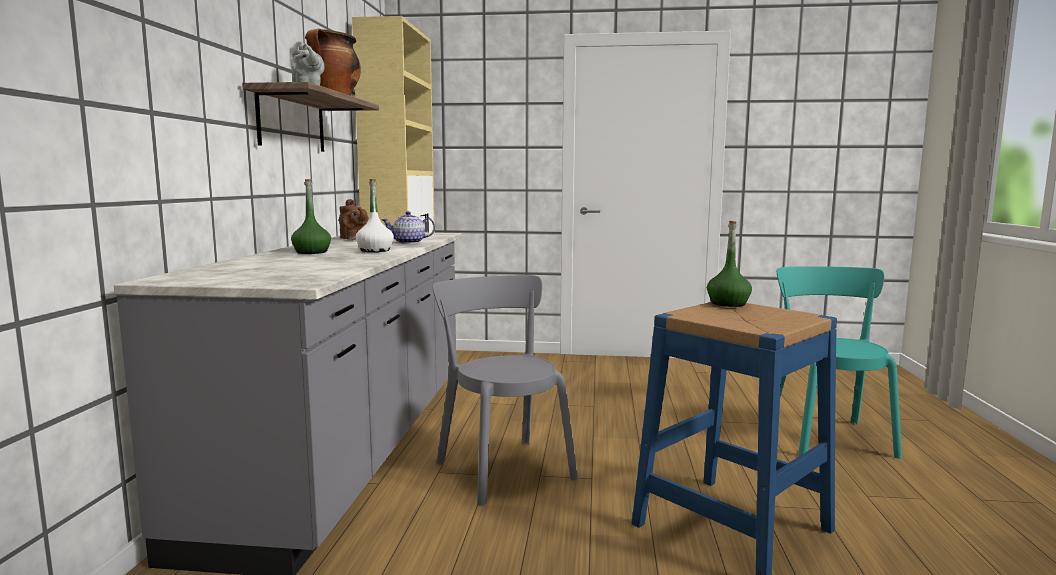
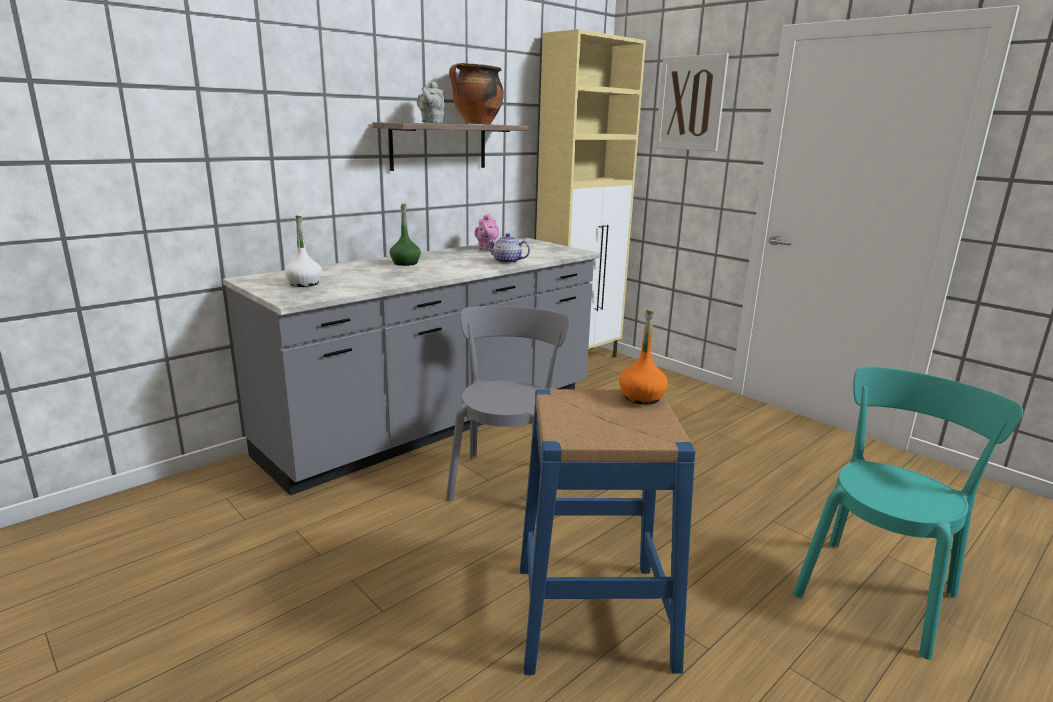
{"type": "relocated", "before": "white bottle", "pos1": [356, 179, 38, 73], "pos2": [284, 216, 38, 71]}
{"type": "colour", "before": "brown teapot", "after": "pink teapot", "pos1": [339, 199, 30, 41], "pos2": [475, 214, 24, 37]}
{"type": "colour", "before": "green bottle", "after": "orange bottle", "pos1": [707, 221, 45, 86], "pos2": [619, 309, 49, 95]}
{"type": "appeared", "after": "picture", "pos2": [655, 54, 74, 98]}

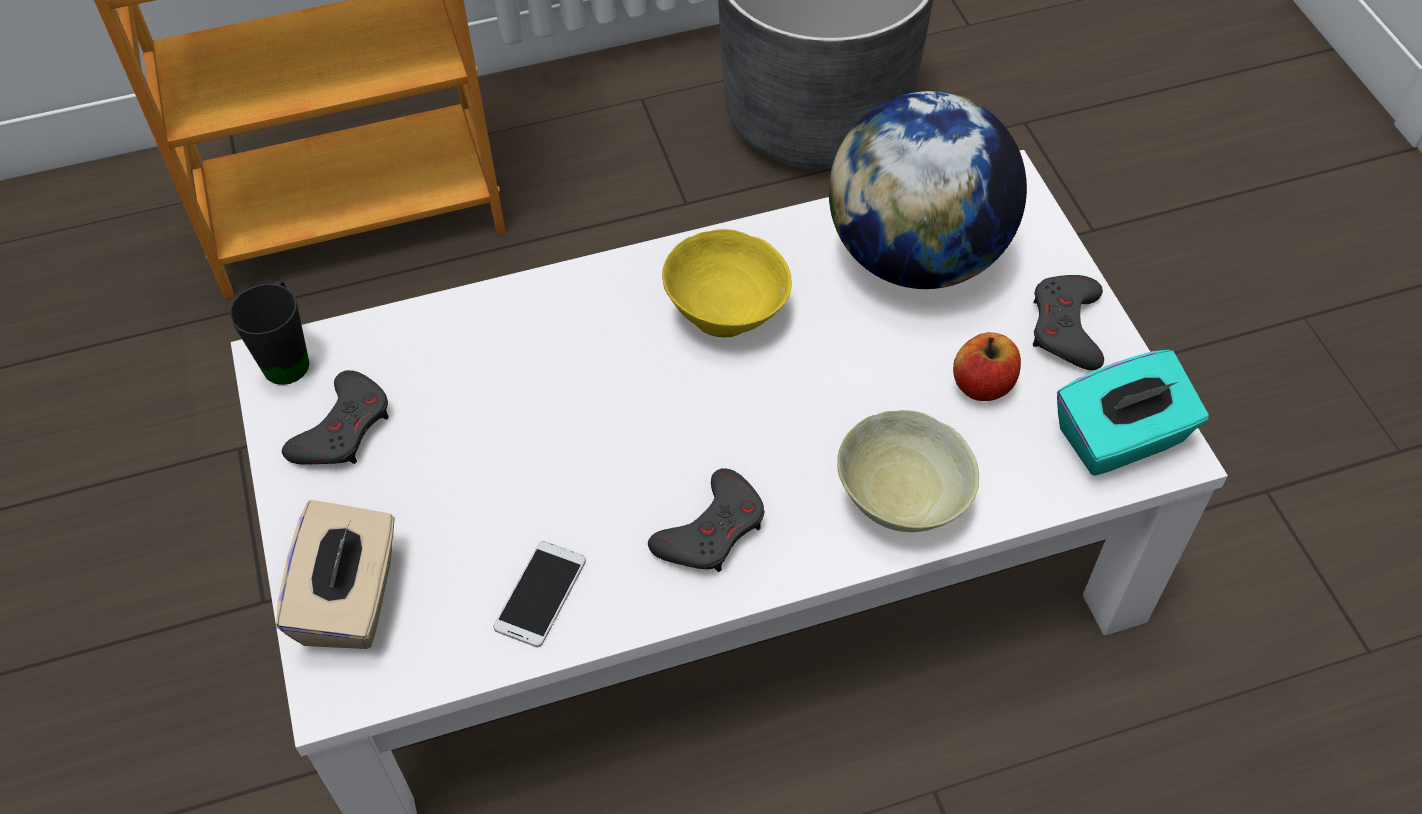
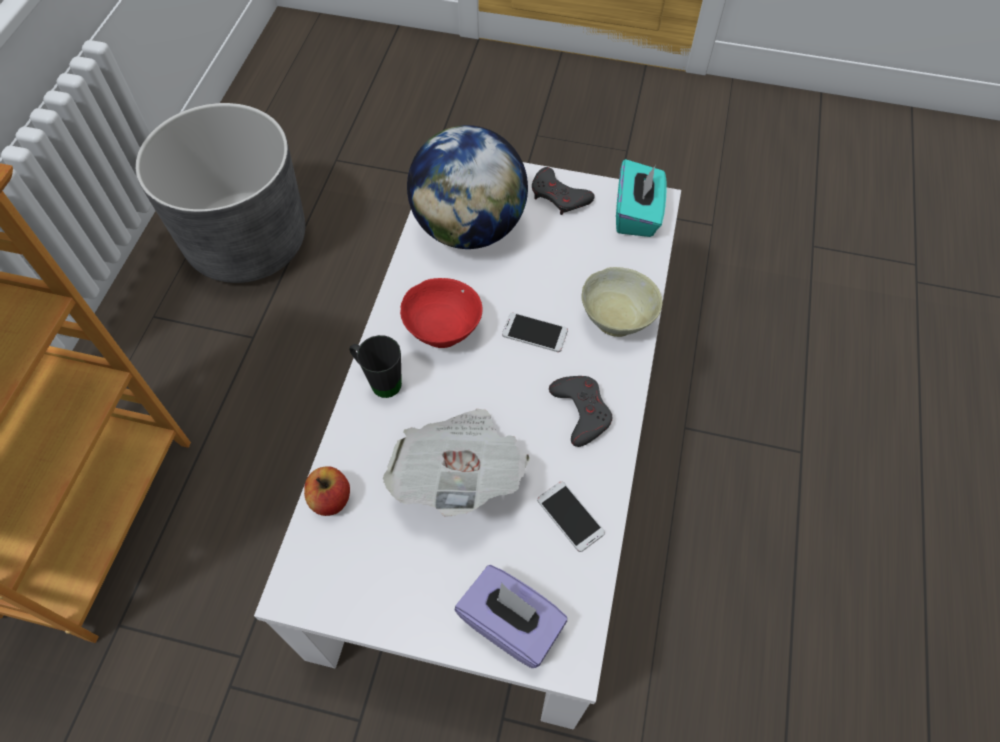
{"type": "colour", "before": "yellow bowl", "after": "red bowl", "pos1": [662, 229, 130, 108], "pos2": [400, 278, 83, 70]}
{"type": "relocated", "before": "black mug", "pos1": [230, 280, 79, 105], "pos2": [350, 335, 52, 63]}
{"type": "relocated", "before": "apple", "pos1": [953, 332, 68, 69], "pos2": [304, 466, 46, 50]}
{"type": "missing", "before": "grey game controller", "pos1": [282, 370, 107, 94]}
{"type": "colour", "before": "beige tissue box", "after": "purple tissue box", "pos1": [276, 500, 119, 149], "pos2": [454, 565, 113, 103]}
{"type": "appeared", "after": "phone", "pos2": [502, 313, 66, 39]}
{"type": "appeared", "after": "newspaper", "pos2": [383, 409, 147, 108]}

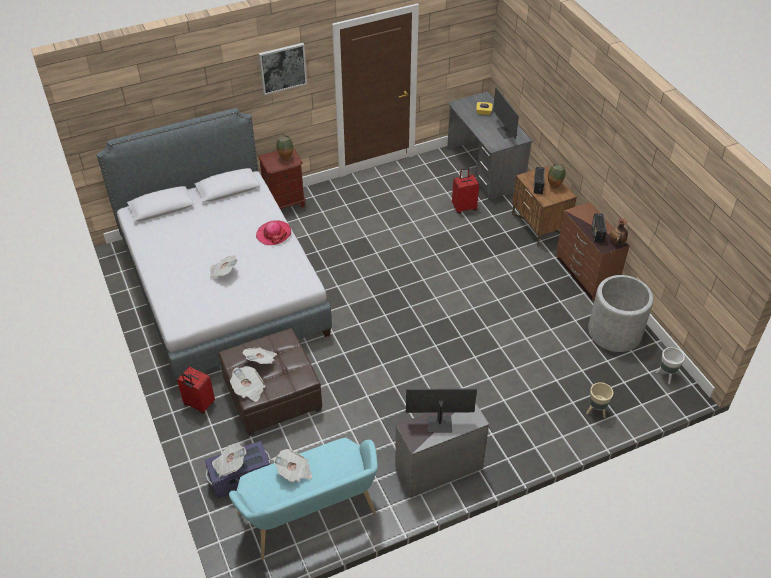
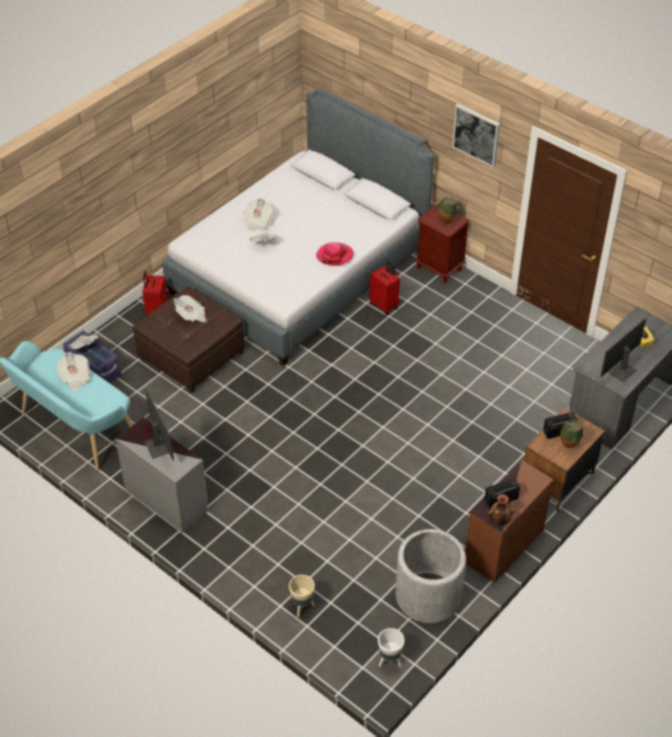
{"type": "relocated", "before": "red suitcase", "pos1": [452, 168, 27, 46], "pos2": [369, 261, 31, 54]}
{"type": "relocated", "before": "newspaper", "pos1": [230, 366, 35, 36], "pos2": [244, 198, 29, 33]}

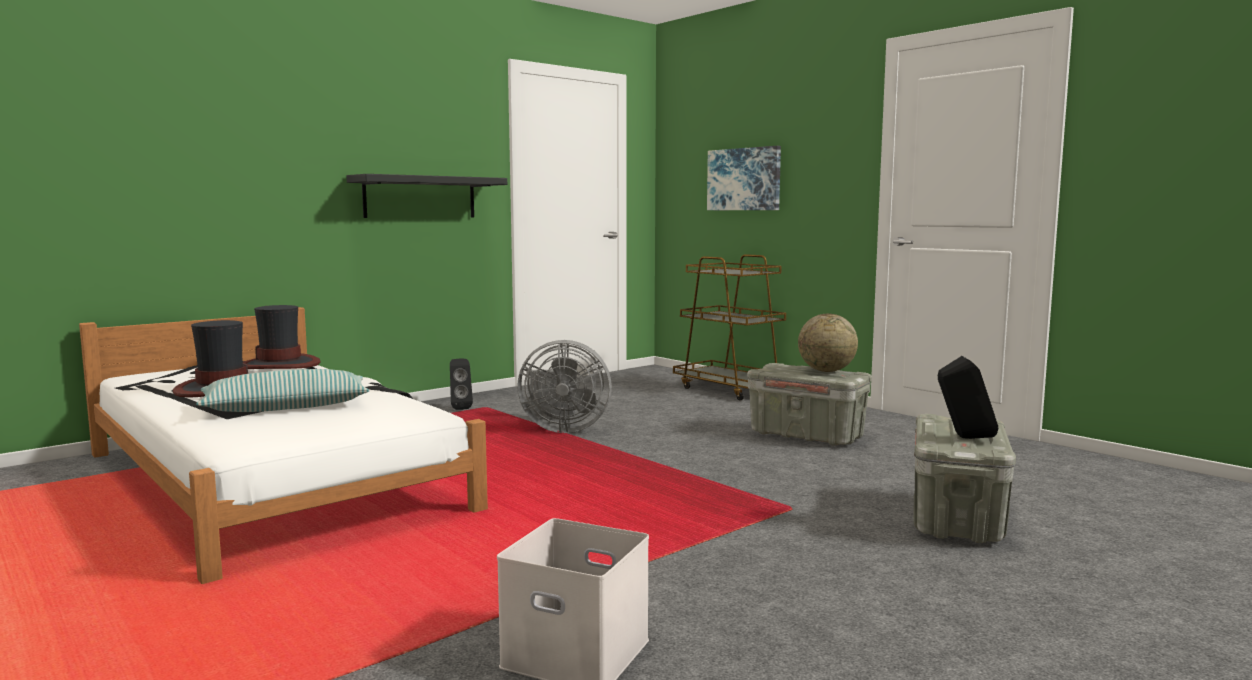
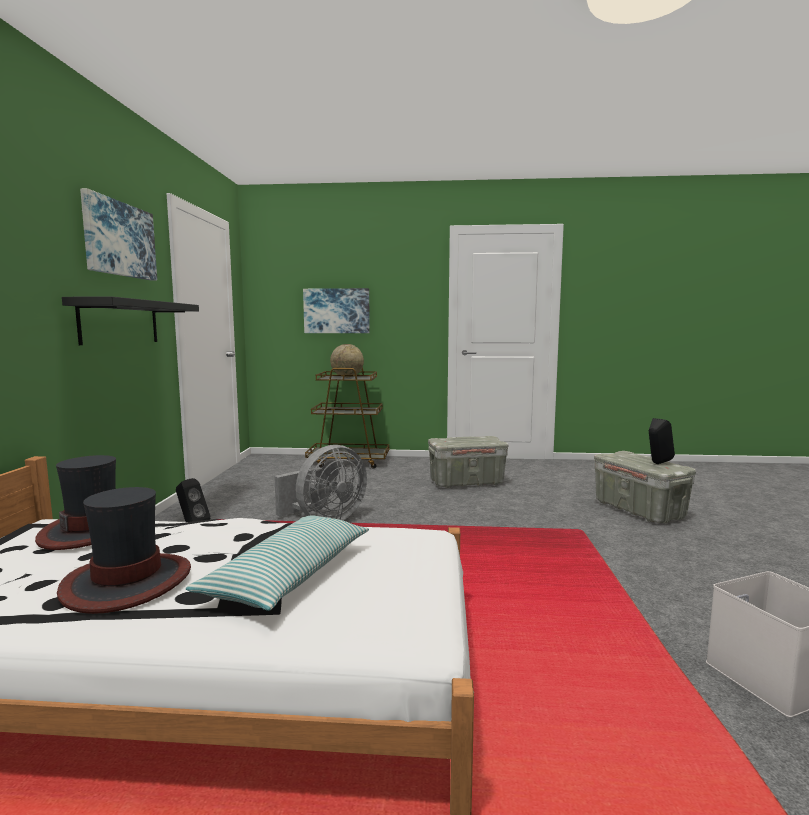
{"type": "relocated", "before": "globe", "pos1": [798, 313, 60, 59], "pos2": [330, 344, 34, 33]}
{"type": "appeared", "after": "picture", "pos2": [80, 188, 77, 93]}

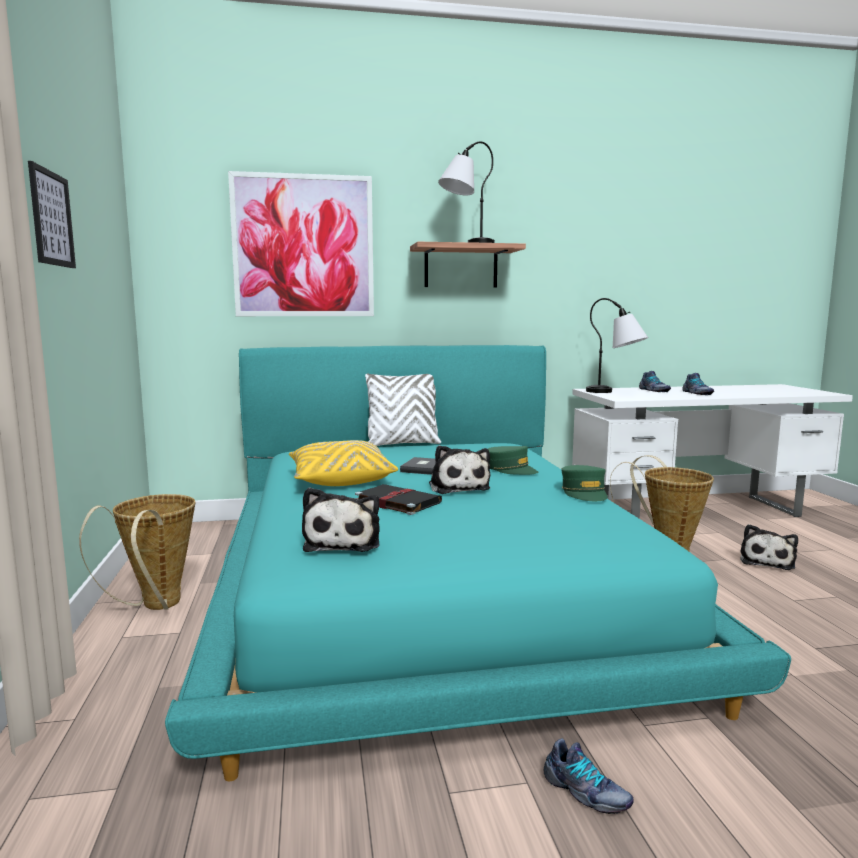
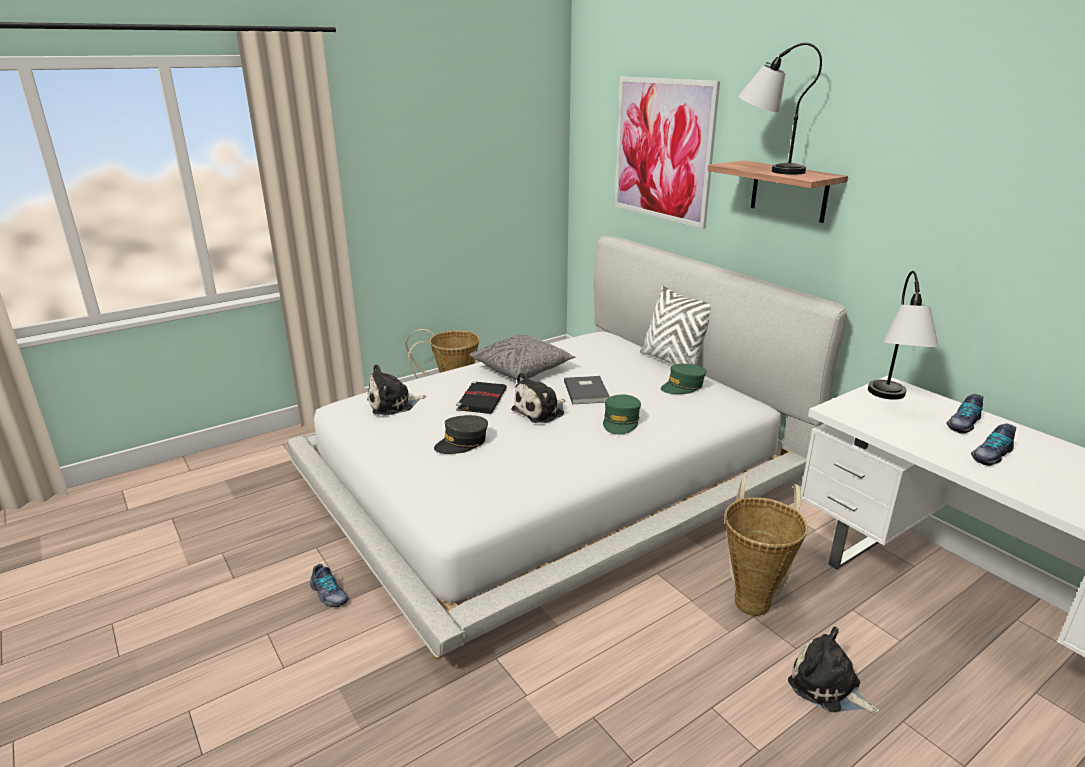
{"type": "missing", "before": "picture", "pos1": [28, 161, 48, 107]}
{"type": "colour", "before": "turquoise bed", "after": "white bed", "pos1": [165, 345, 626, 436], "pos2": [286, 236, 561, 423]}
{"type": "colour", "before": "yellow pillow", "after": "grey pillow", "pos1": [289, 440, 109, 46], "pos2": [470, 335, 105, 45]}
{"type": "relocated", "before": "green cap", "pos1": [561, 465, 47, 36], "pos2": [661, 364, 45, 30]}
{"type": "spun", "before": "plush toy", "pos1": [740, 524, 58, 46], "pos2": [788, 627, 91, 86], "turn": 45}
{"type": "spun", "before": "shoe", "pos1": [544, 739, 90, 75], "pos2": [310, 564, 38, 43], "turn": -60}
{"type": "appeared", "after": "grey cap", "pos2": [434, 415, 54, 39]}

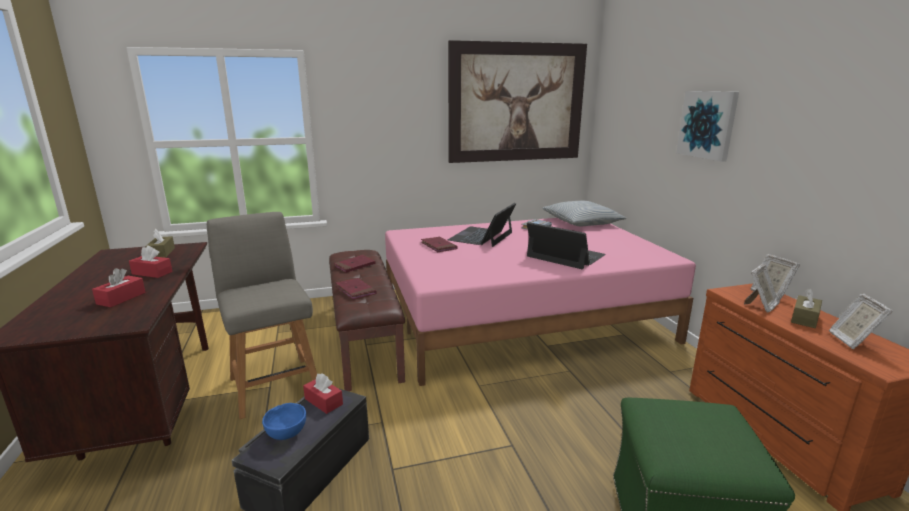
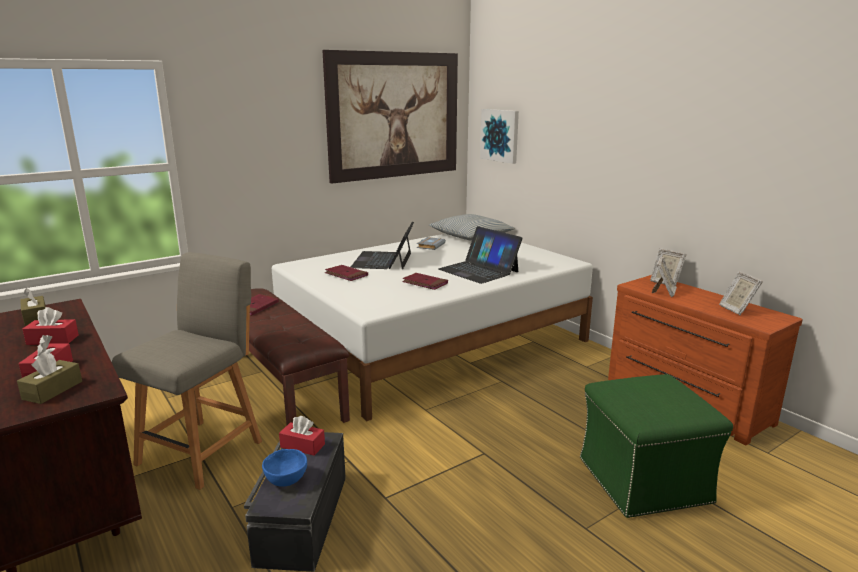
{"type": "relocated", "before": "picture", "pos1": [676, 91, 63, 71], "pos2": [480, 109, 39, 55]}
{"type": "spun", "before": "grey chair", "pos1": [207, 212, 110, 207], "pos2": [111, 252, 151, 238], "turn": 75}
{"type": "colour", "before": "pink bed", "after": "white bed", "pos1": [385, 218, 311, 168], "pos2": [272, 234, 321, 187]}
{"type": "spun", "before": "laptop", "pos1": [527, 222, 79, 47], "pos2": [438, 226, 84, 58], "turn": -150}
{"type": "relocated", "before": "red book", "pos1": [336, 278, 40, 22], "pos2": [402, 273, 46, 17]}
{"type": "relocated", "before": "brown tissue box", "pos1": [791, 288, 31, 40], "pos2": [17, 352, 65, 52]}

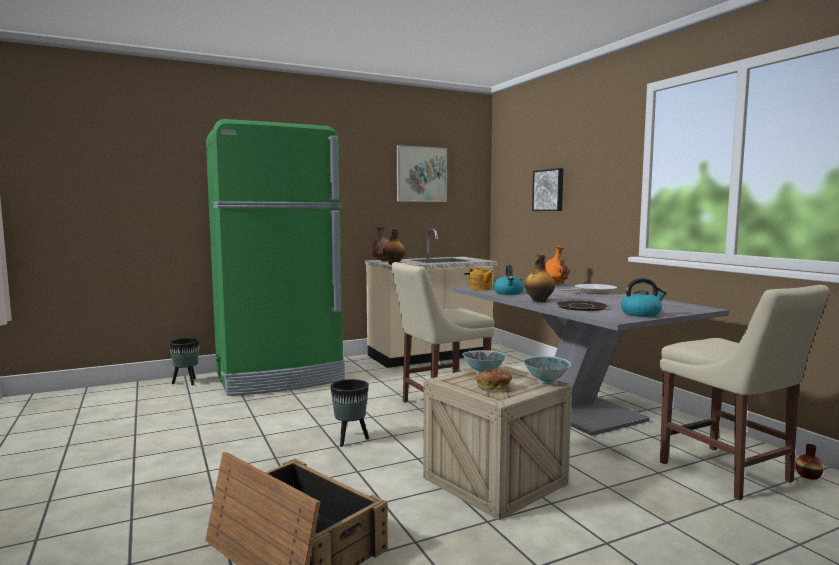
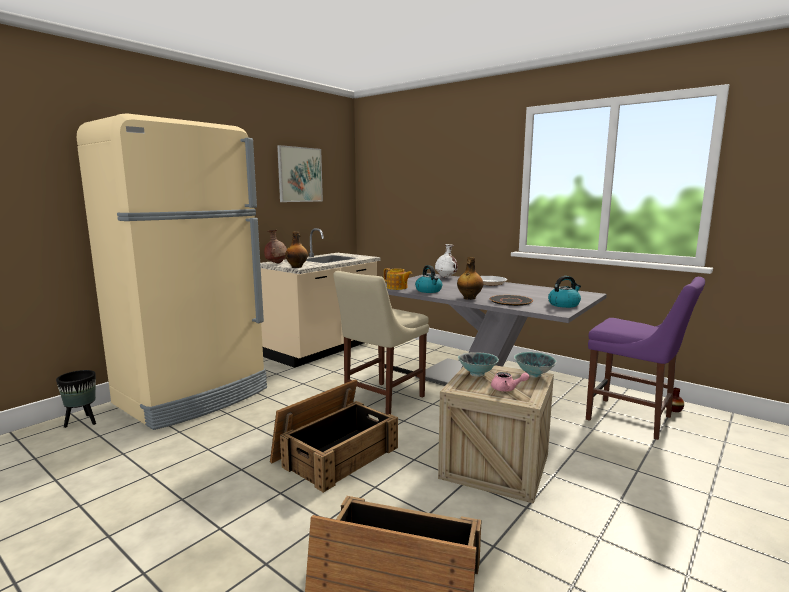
{"type": "colour", "before": "green fridge", "after": "beige fridge", "pos1": [206, 119, 139, 277], "pos2": [77, 113, 190, 317]}
{"type": "missing", "before": "picture", "pos1": [532, 168, 31, 43]}
{"type": "colour", "before": "orange vase", "after": "white vase", "pos1": [545, 246, 24, 39], "pos2": [435, 244, 22, 34]}
{"type": "colour", "before": "beige chair", "after": "purple chair", "pos1": [660, 285, 170, 215], "pos2": [586, 277, 119, 163]}
{"type": "exchanged", "before": "bread", "after": "pink teapot", "pos1": [476, 369, 36, 22], "pos2": [491, 372, 38, 20]}
{"type": "exchanged", "before": "black planter", "after": "crate", "pos1": [331, 379, 38, 68], "pos2": [270, 379, 128, 114]}

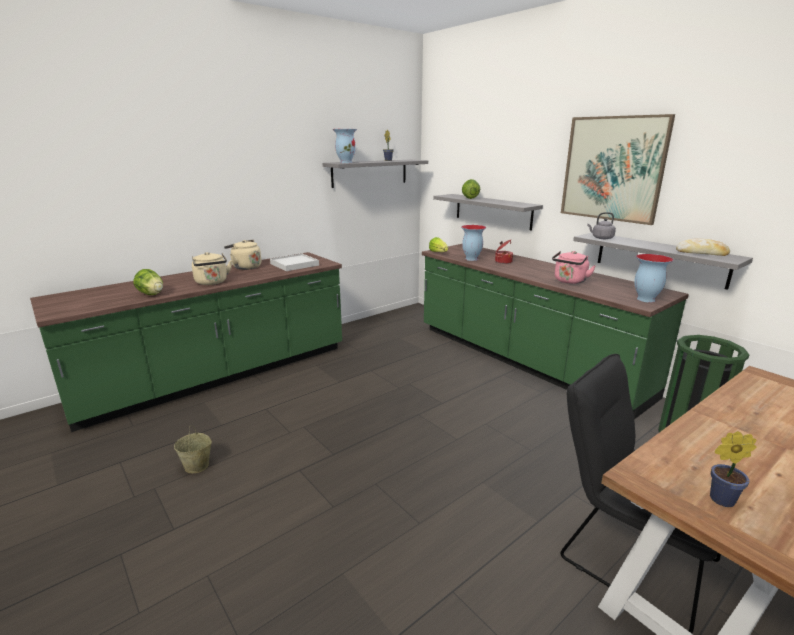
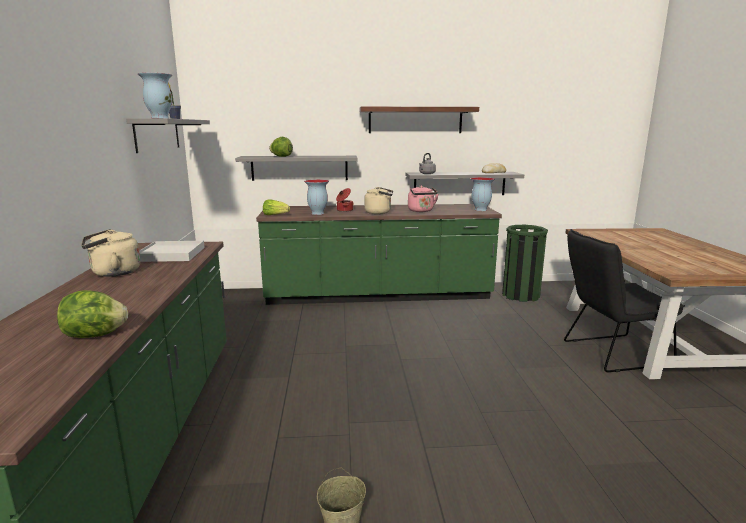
{"type": "exchanged", "before": "picture", "after": "shelf", "pos1": [561, 114, 114, 111], "pos2": [359, 107, 120, 26]}
{"type": "relocated", "before": "beige kettle", "pos1": [192, 252, 40, 33], "pos2": [364, 187, 29, 27]}
{"type": "missing", "before": "potted plant", "pos1": [710, 431, 46, 76]}

